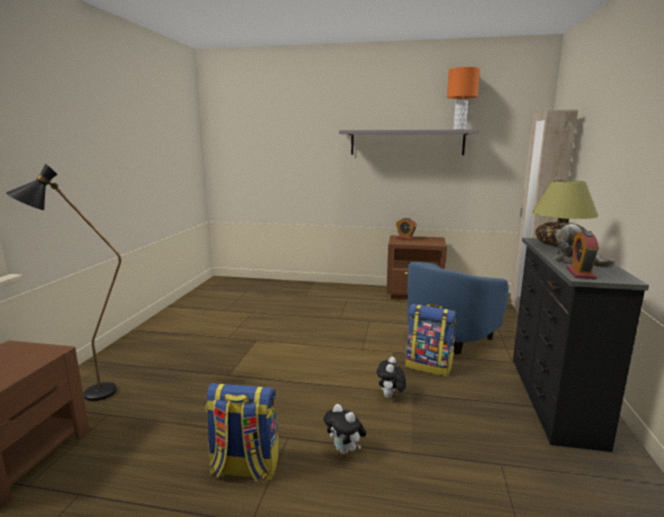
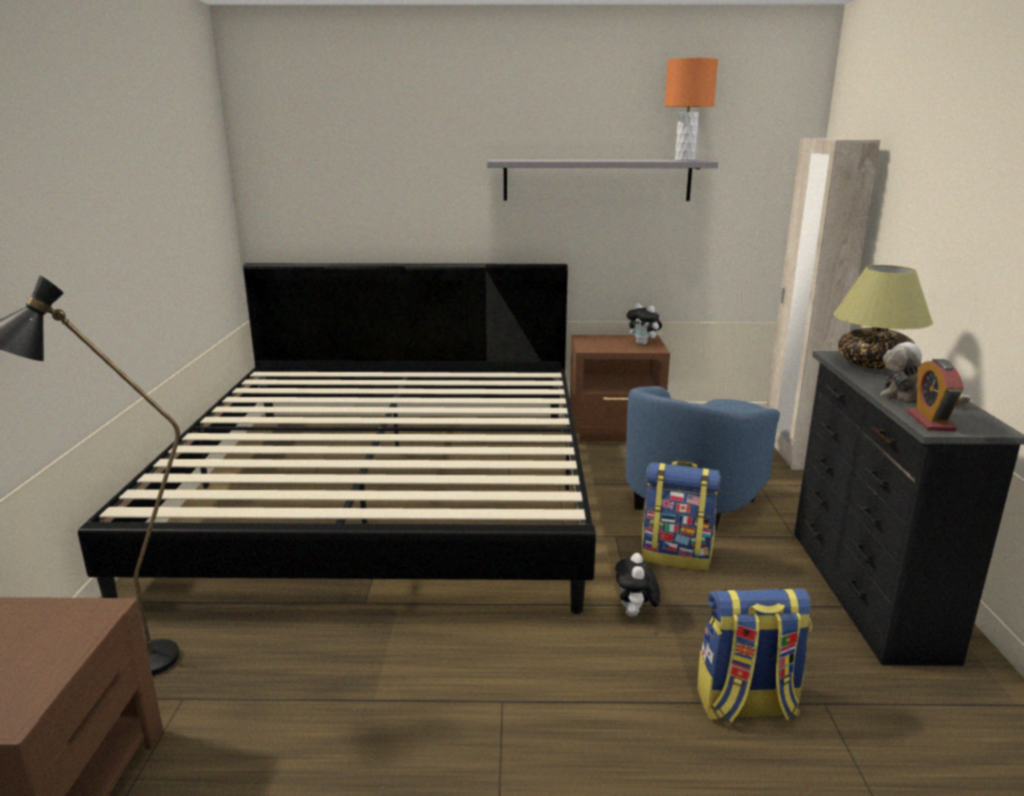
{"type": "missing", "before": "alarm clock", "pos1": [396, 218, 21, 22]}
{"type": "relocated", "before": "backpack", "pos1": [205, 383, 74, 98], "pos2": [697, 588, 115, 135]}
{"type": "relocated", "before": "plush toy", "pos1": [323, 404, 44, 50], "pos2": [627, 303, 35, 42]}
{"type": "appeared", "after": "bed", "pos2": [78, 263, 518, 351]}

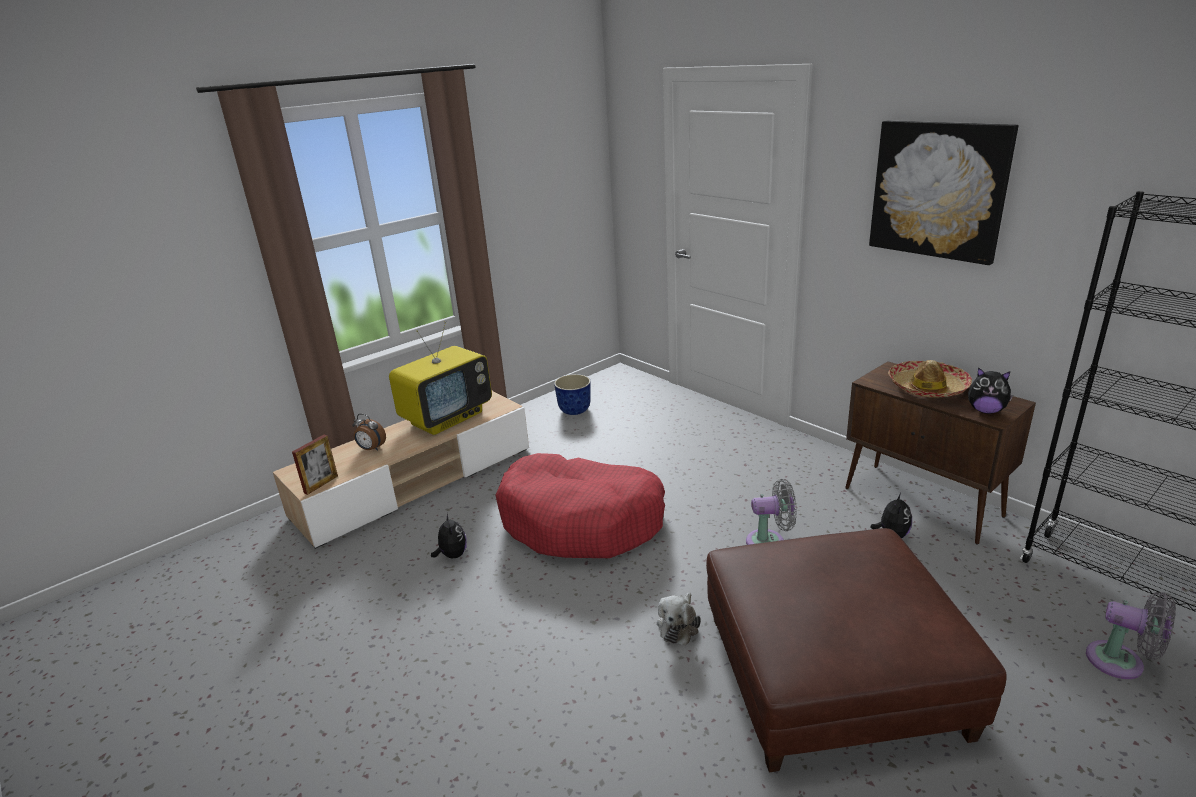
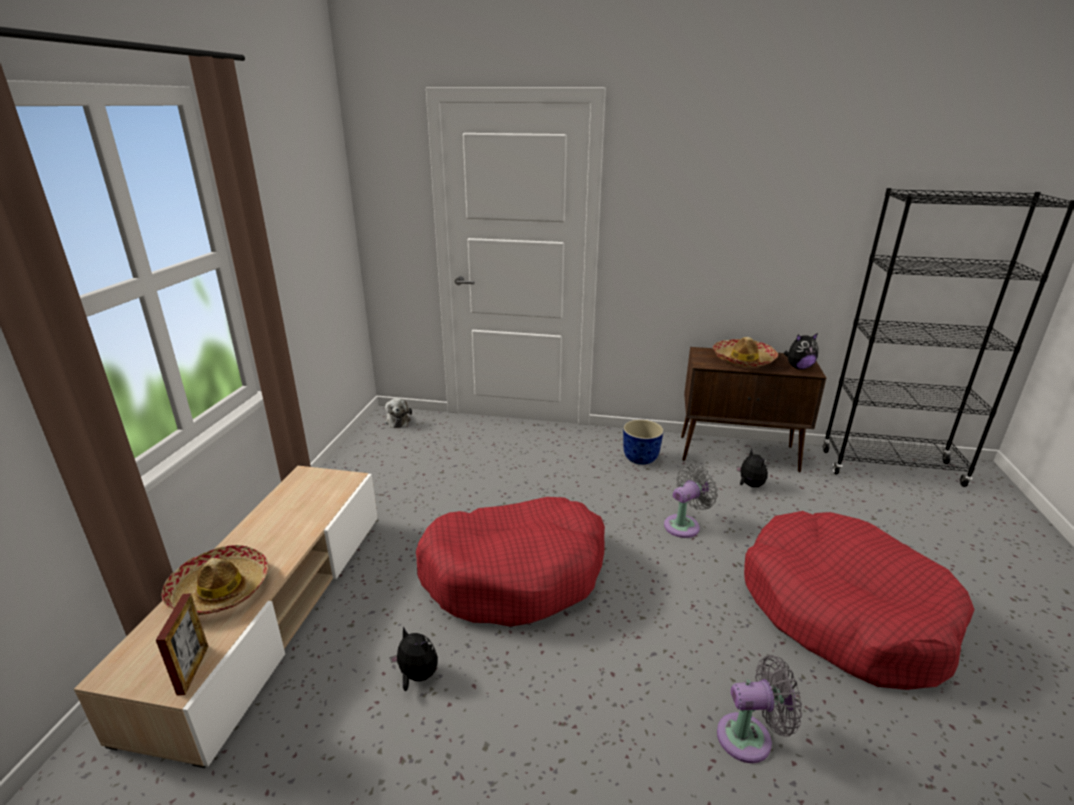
{"type": "missing", "before": "picture", "pos1": [869, 121, 149, 144]}
{"type": "missing", "before": "television", "pos1": [389, 321, 103, 114]}
{"type": "relocated", "before": "planter", "pos1": [554, 374, 37, 41], "pos2": [623, 420, 41, 45]}
{"type": "exchanged", "before": "alarm clock", "after": "hat", "pos1": [352, 414, 34, 37], "pos2": [161, 545, 107, 70]}
{"type": "exchanged", "before": "brown ottoman", "after": "red dog bed", "pos1": [706, 528, 301, 244], "pos2": [744, 511, 231, 179]}
{"type": "relocated", "before": "plush toy", "pos1": [657, 592, 44, 53], "pos2": [384, 398, 28, 30]}
{"type": "relocated", "before": "grey fan", "pos1": [1086, 592, 90, 87], "pos2": [717, 655, 85, 108]}

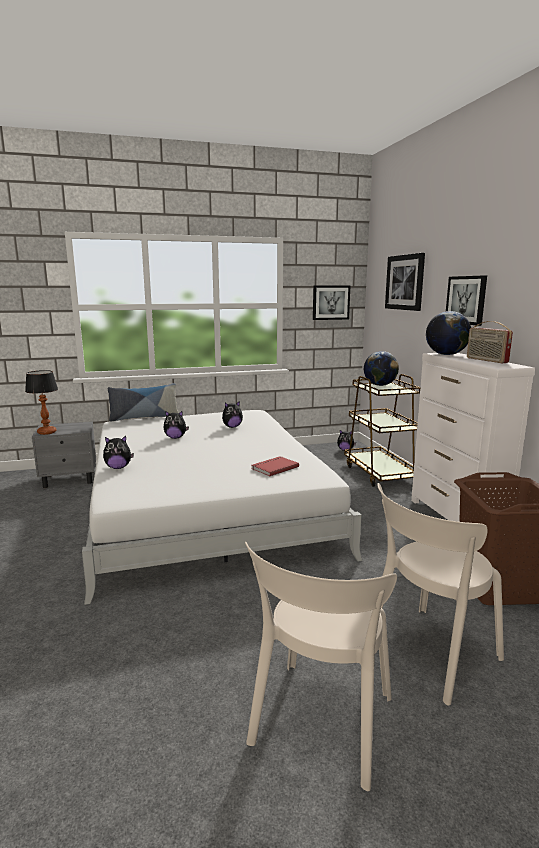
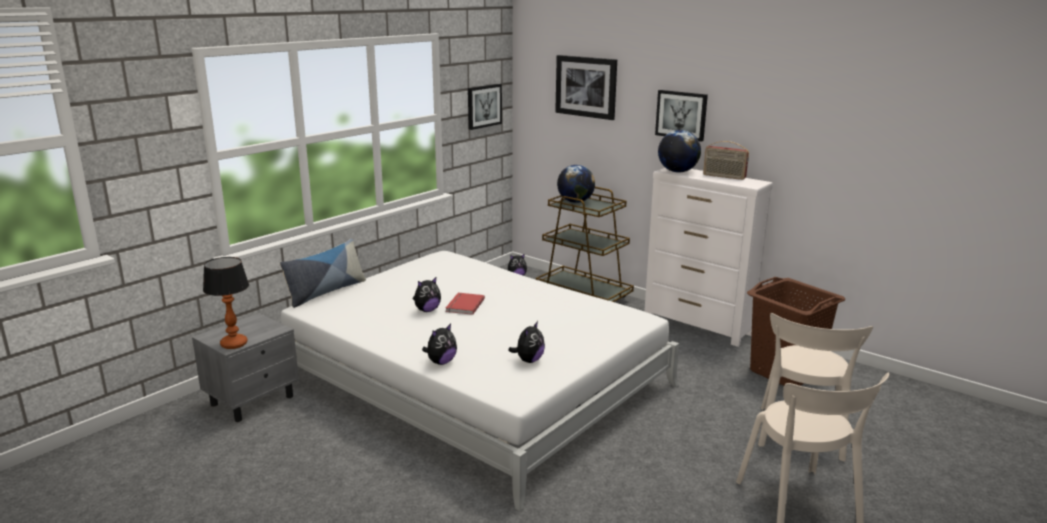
{"type": "relocated", "before": "plush toy", "pos1": [222, 401, 21, 27], "pos2": [508, 321, 37, 42]}
{"type": "relocated", "before": "red book", "pos1": [251, 456, 48, 20], "pos2": [446, 293, 39, 22]}

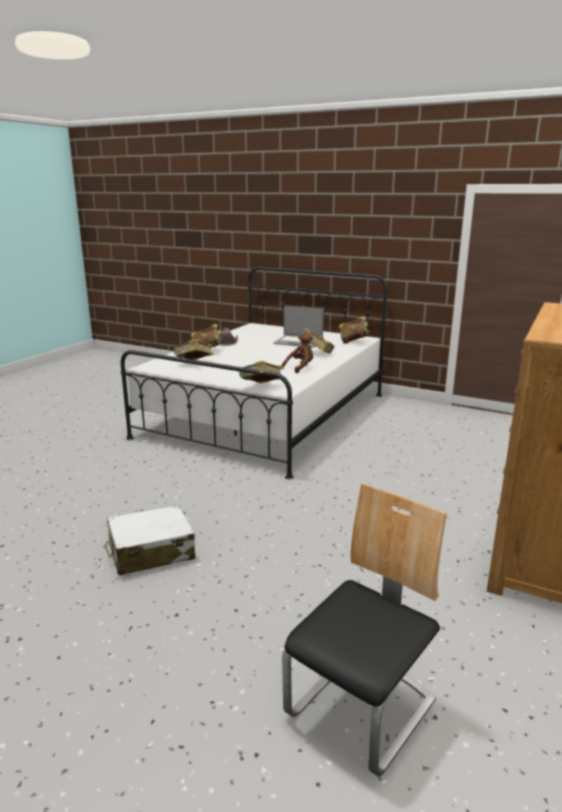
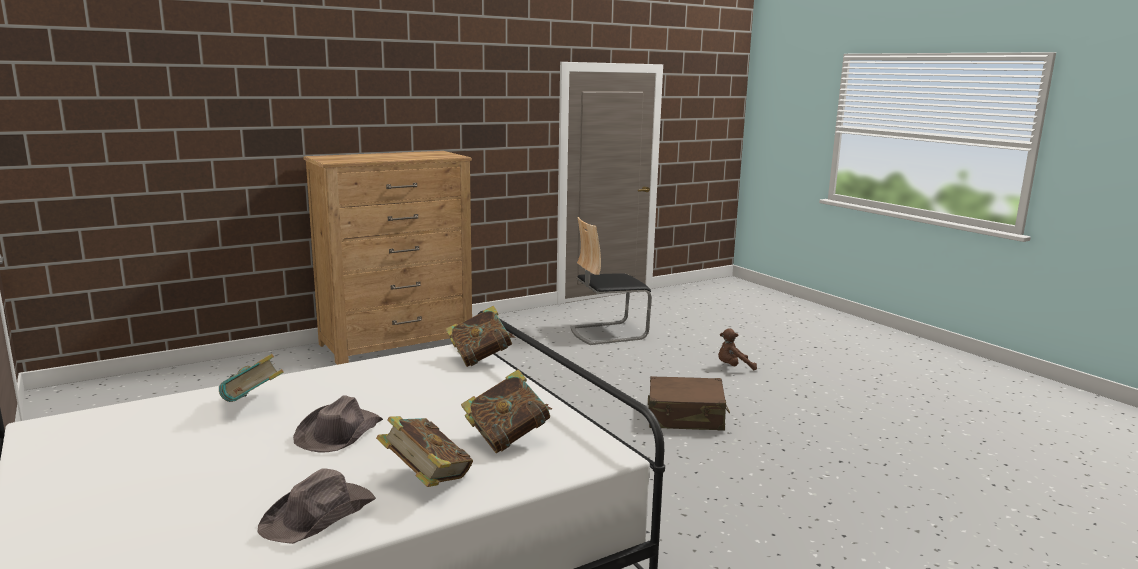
{"type": "missing", "before": "laptop", "pos1": [273, 305, 51, 43]}
{"type": "missing", "before": "book", "pos1": [339, 316, 31, 28]}
{"type": "relocated", "before": "brown plush toy", "pos1": [282, 333, 31, 40], "pos2": [718, 328, 39, 42]}
{"type": "colour", "before": "white suitcase", "after": "brown suitcase", "pos1": [105, 505, 90, 70], "pos2": [648, 376, 82, 55]}
{"type": "appeared", "after": "brown hat", "pos2": [293, 395, 90, 58]}

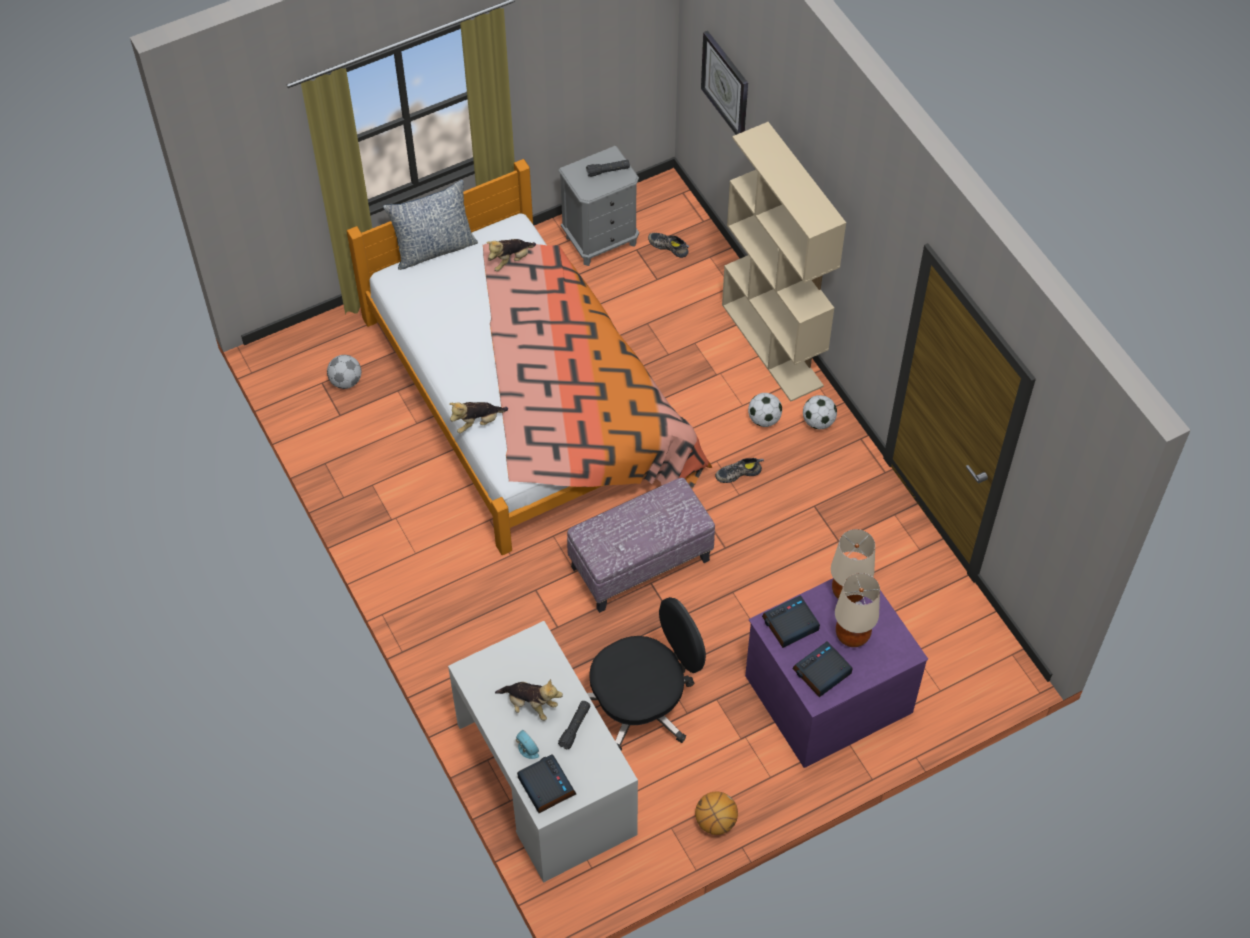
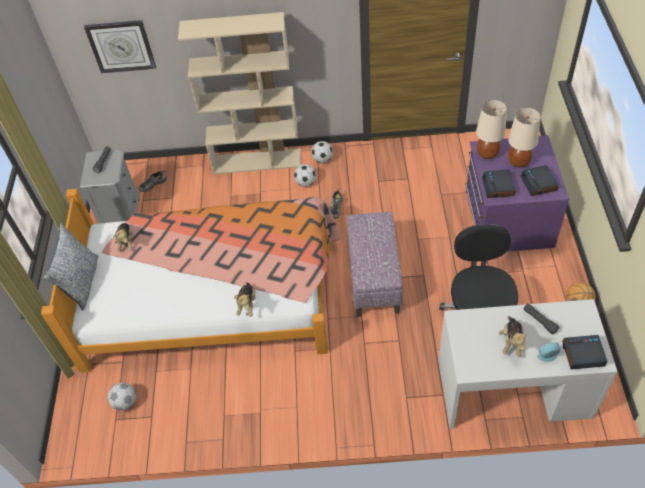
{"type": "spun", "before": "plush toy", "pos1": [495, 679, 68, 42], "pos2": [499, 317, 28, 40], "turn": 135}

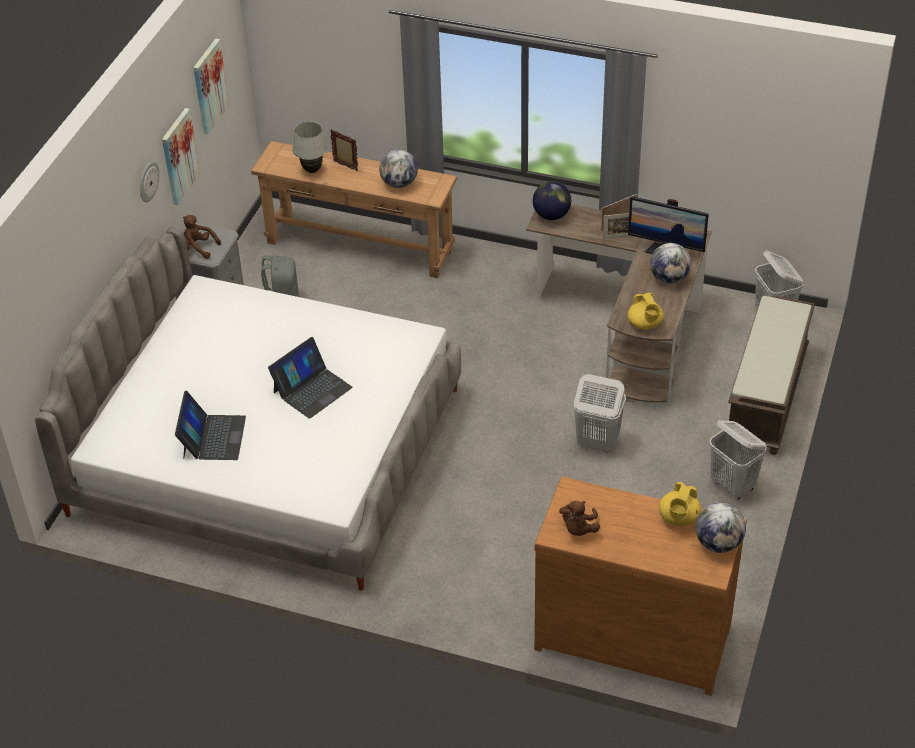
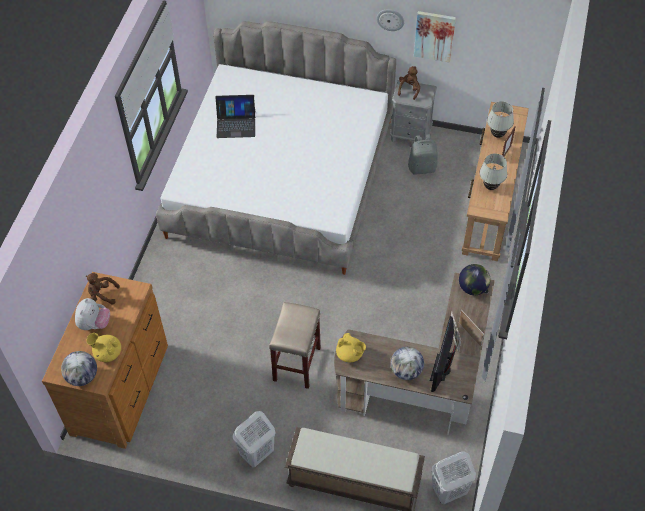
{"type": "missing", "before": "picture", "pos1": [193, 38, 36, 97]}
{"type": "exchanged", "before": "globe", "after": "white table lamp", "pos1": [379, 150, 39, 38], "pos2": [479, 153, 28, 37]}
{"type": "spun", "before": "yellow teapot", "pos1": [627, 293, 37, 37], "pos2": [336, 333, 30, 29], "turn": -120}
{"type": "missing", "before": "laptop", "pos1": [268, 337, 85, 82]}
{"type": "exchanged", "before": "white laundry basket", "after": "beige stool", "pos1": [573, 374, 53, 79], "pos2": [269, 302, 52, 87]}
{"type": "appeared", "after": "plush toy", "pos2": [75, 298, 35, 32]}

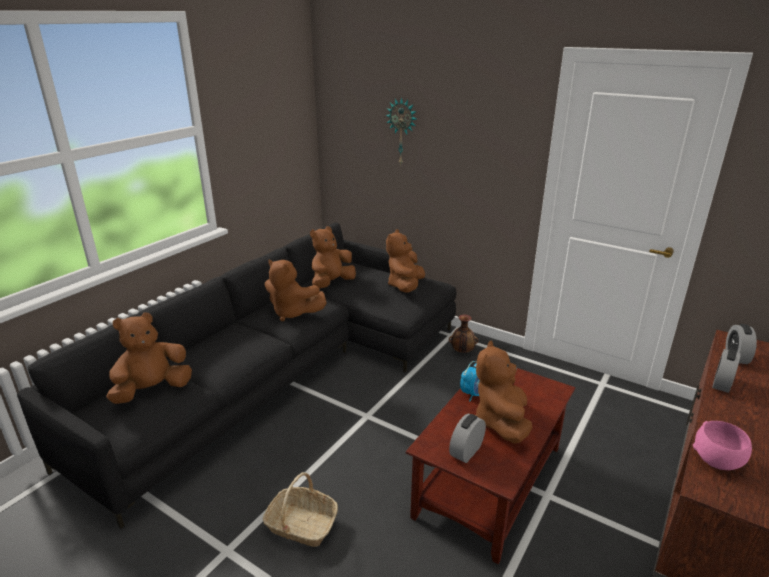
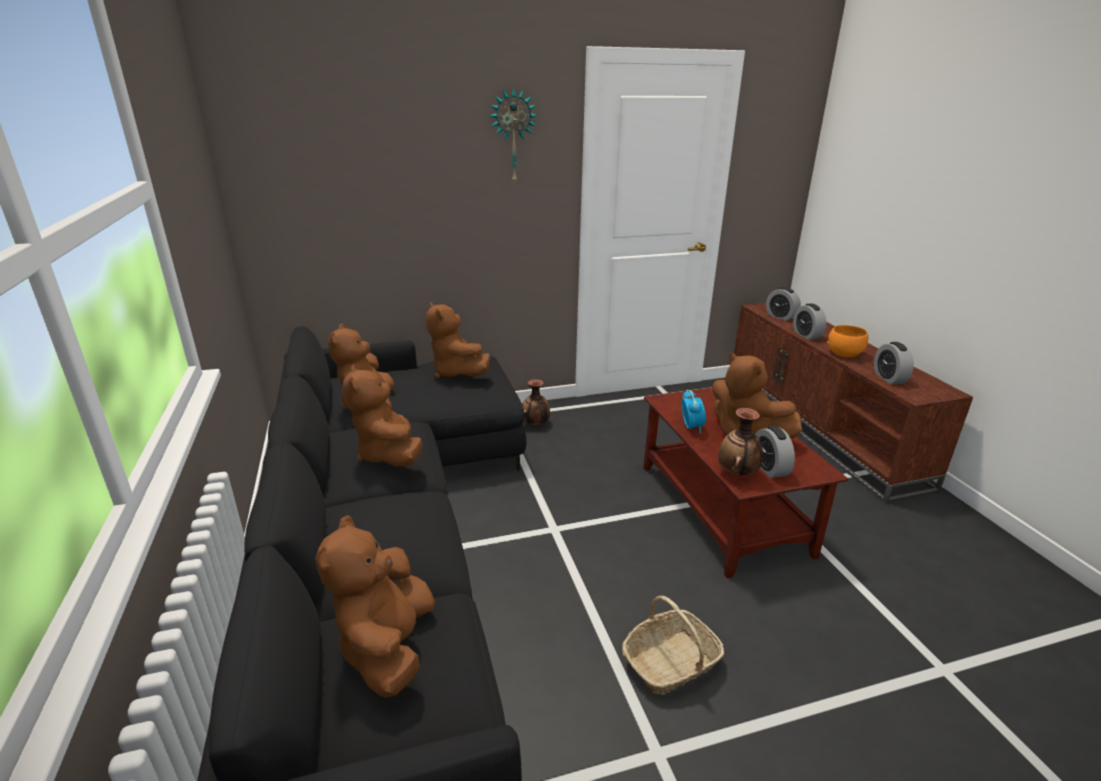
{"type": "relocated", "before": "wall clock", "pos1": [385, 97, 32, 69], "pos2": [489, 87, 49, 98]}
{"type": "spun", "before": "brown plush toy", "pos1": [265, 260, 62, 61], "pos2": [343, 365, 80, 101], "turn": 90}
{"type": "exchanged", "before": "pink bowl", "after": "alarm clock", "pos1": [693, 421, 59, 49], "pos2": [874, 342, 40, 42]}
{"type": "appeared", "after": "orange bowl", "pos2": [827, 325, 42, 32]}
{"type": "appeared", "after": "vase", "pos2": [718, 408, 45, 68]}

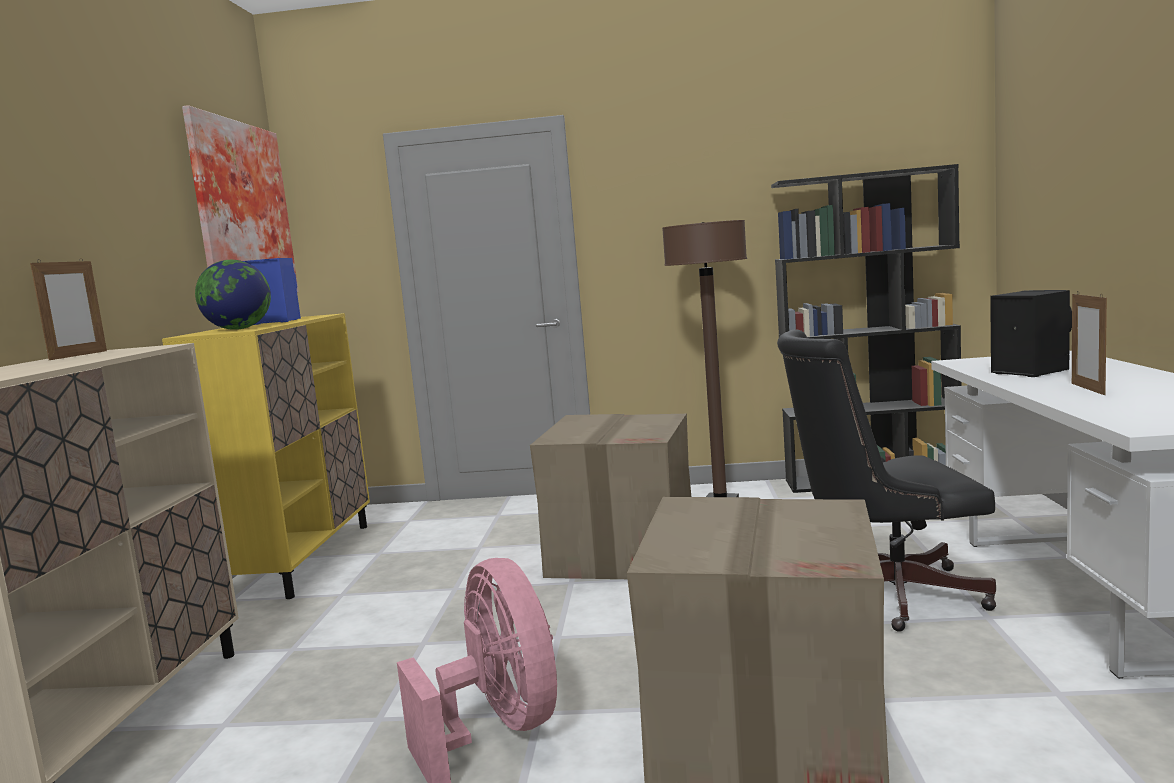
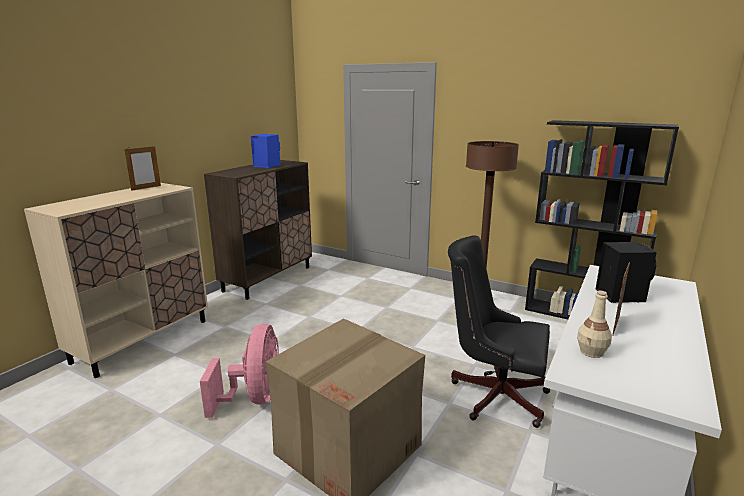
{"type": "missing", "before": "picture", "pos1": [182, 105, 117, 188]}
{"type": "missing", "before": "globe", "pos1": [195, 260, 76, 70]}
{"type": "colour", "before": "yellow cabinet", "after": "brown cabinet", "pos1": [162, 313, 208, 286], "pos2": [204, 160, 108, 140]}
{"type": "missing", "before": "cardboard box", "pos1": [530, 414, 161, 165]}
{"type": "appeared", "after": "beige bottle", "pos2": [577, 290, 35, 68]}

